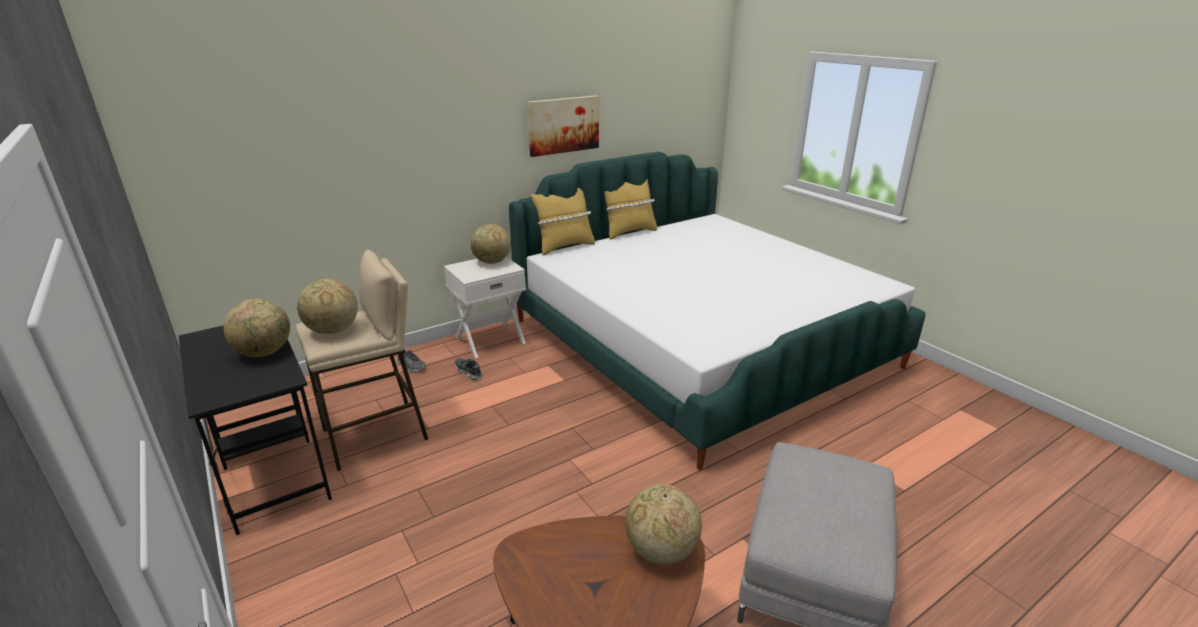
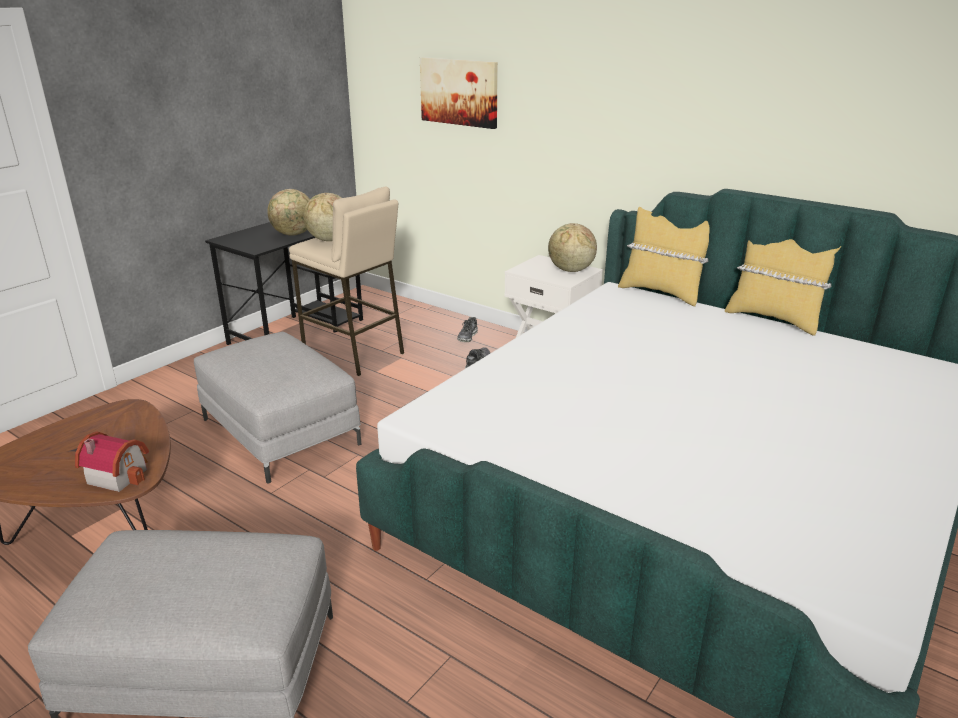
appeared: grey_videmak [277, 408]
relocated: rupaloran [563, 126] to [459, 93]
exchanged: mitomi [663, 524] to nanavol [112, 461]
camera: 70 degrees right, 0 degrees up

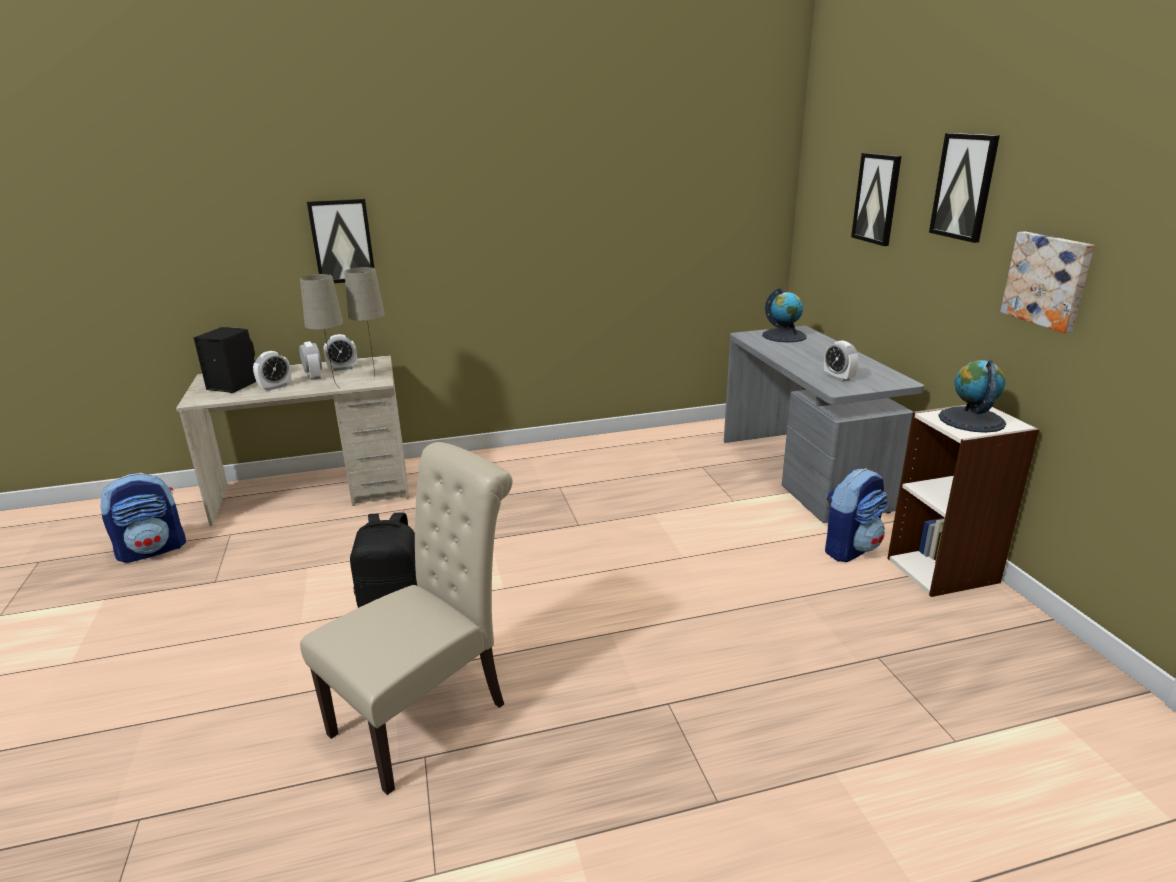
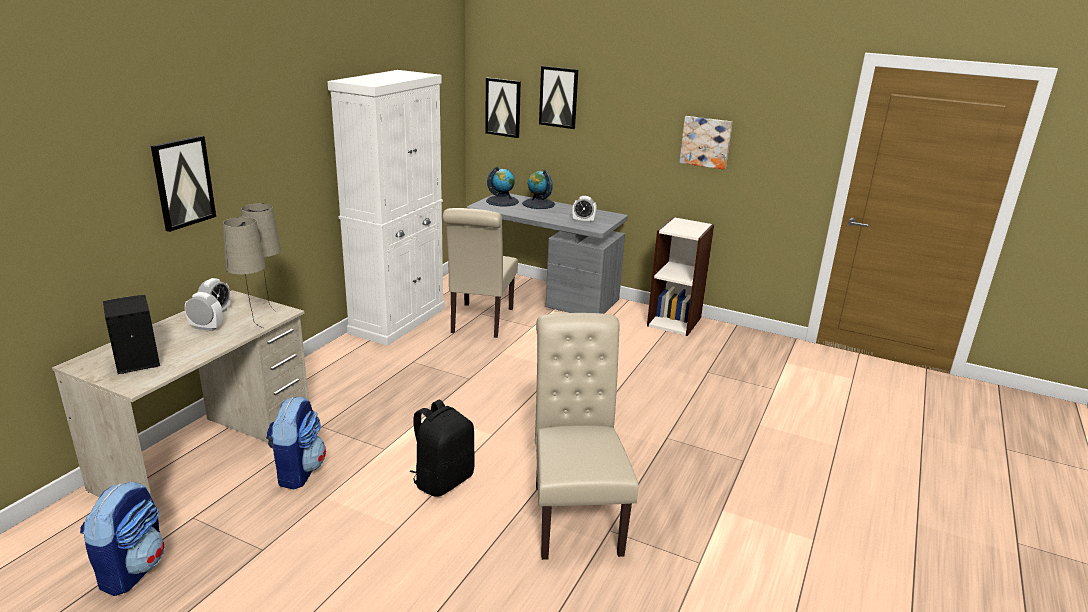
missing: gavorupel [272, 371]
appeared: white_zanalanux [386, 208]; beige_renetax [480, 273]
relocated: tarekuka [856, 515] to [296, 442]; rupaloran [964, 188] to [503, 107]; mitomi [972, 396] to [538, 189]
camera: 50 degrees left, 0 degrees up

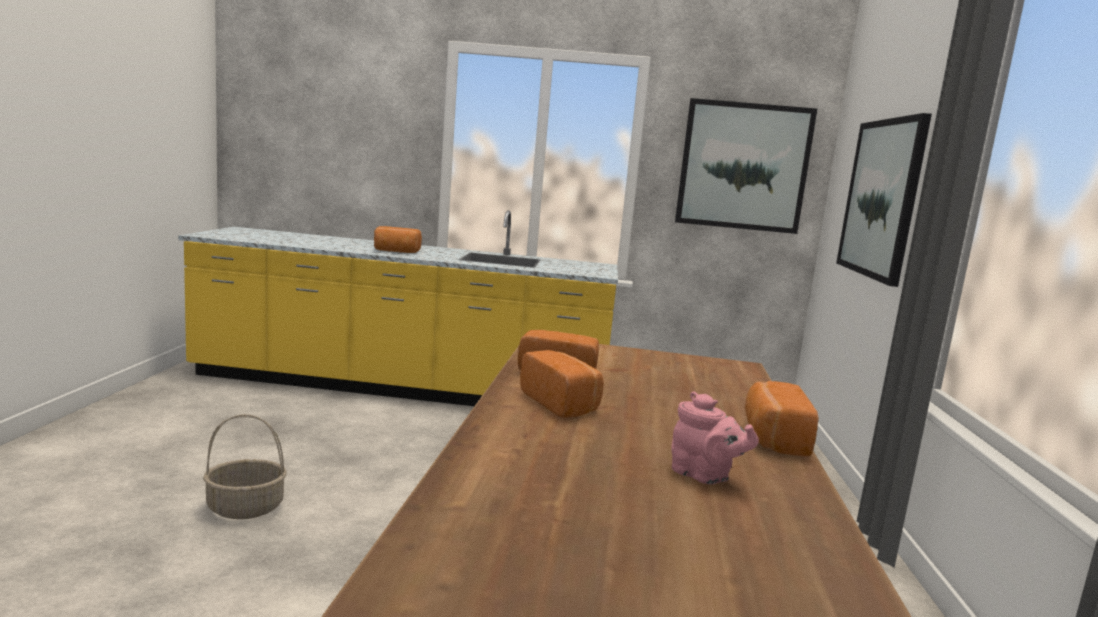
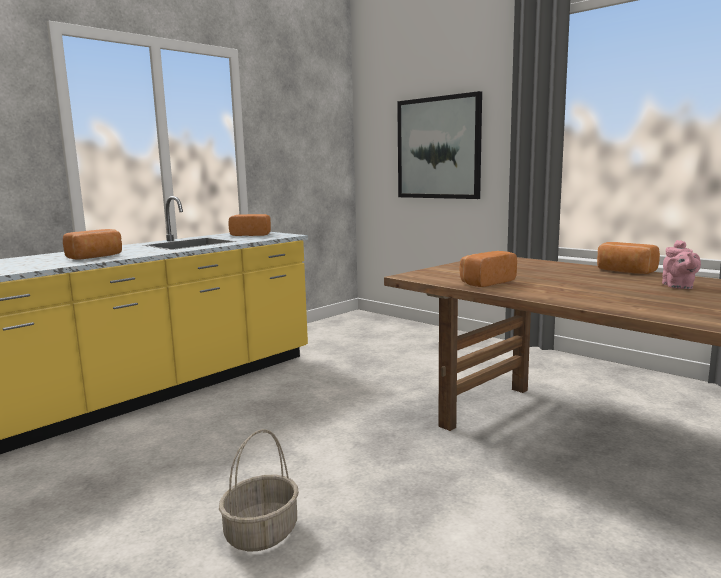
missing: rupaloran [746, 166]
relocated: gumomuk [562, 384] to [249, 225]
spun: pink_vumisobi [715, 438] = [681, 264] 105 degrees clockwise
camera: 50 degrees left, 0 degrees up

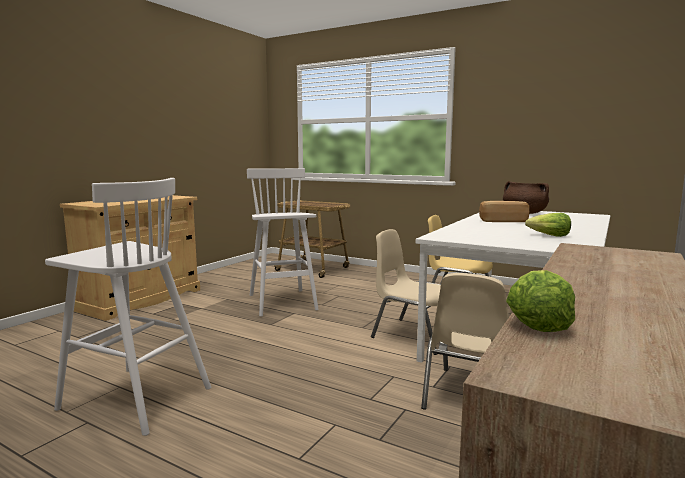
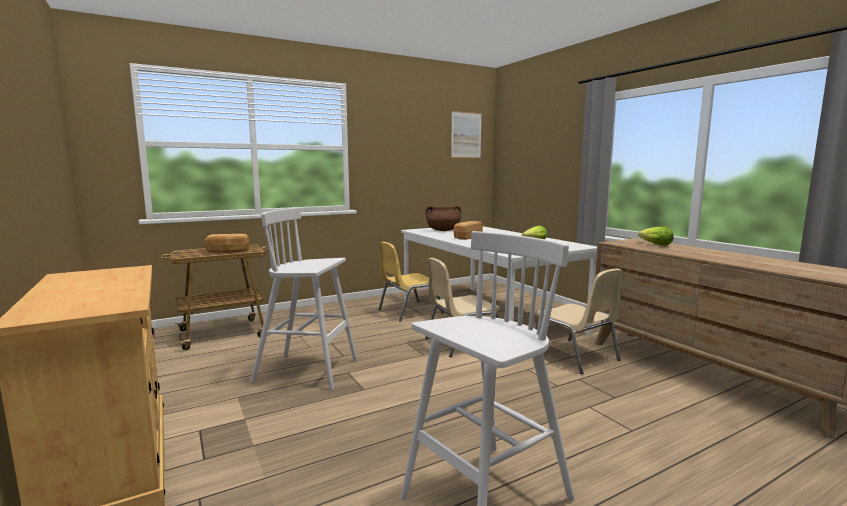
appeared: gumomuk [227, 243]; rupaloran [466, 134]
relocated: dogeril [540, 301] to [656, 236]
camera: 60 degrees left, 0 degrees up

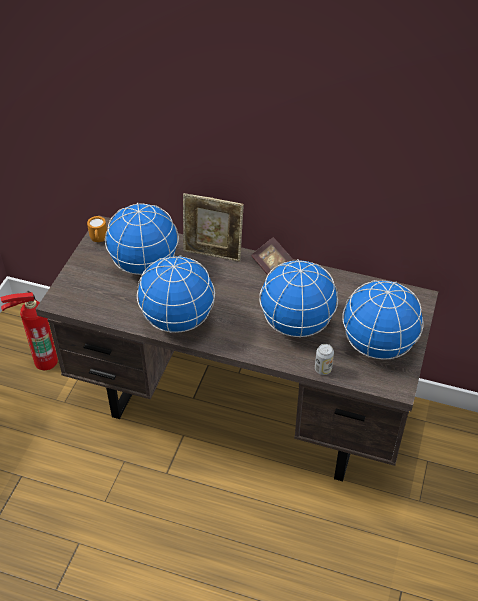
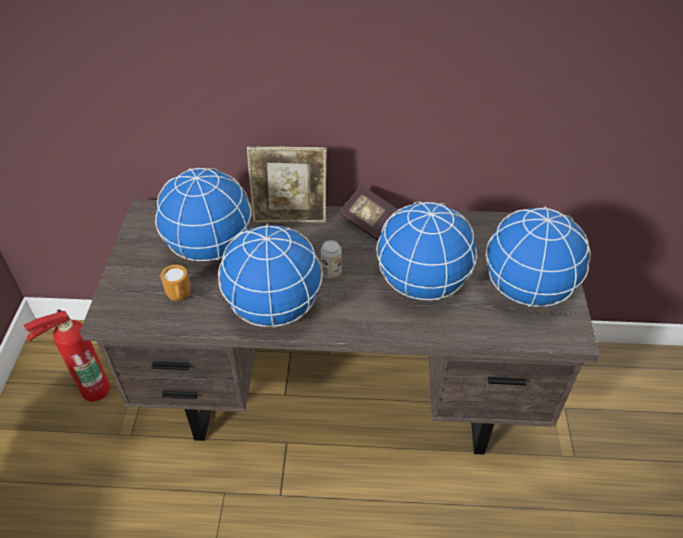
relocated: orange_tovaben [97, 229] to [175, 283]; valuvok [324, 359] to [331, 259]
camera: 15 degrees left, 0 degrees up

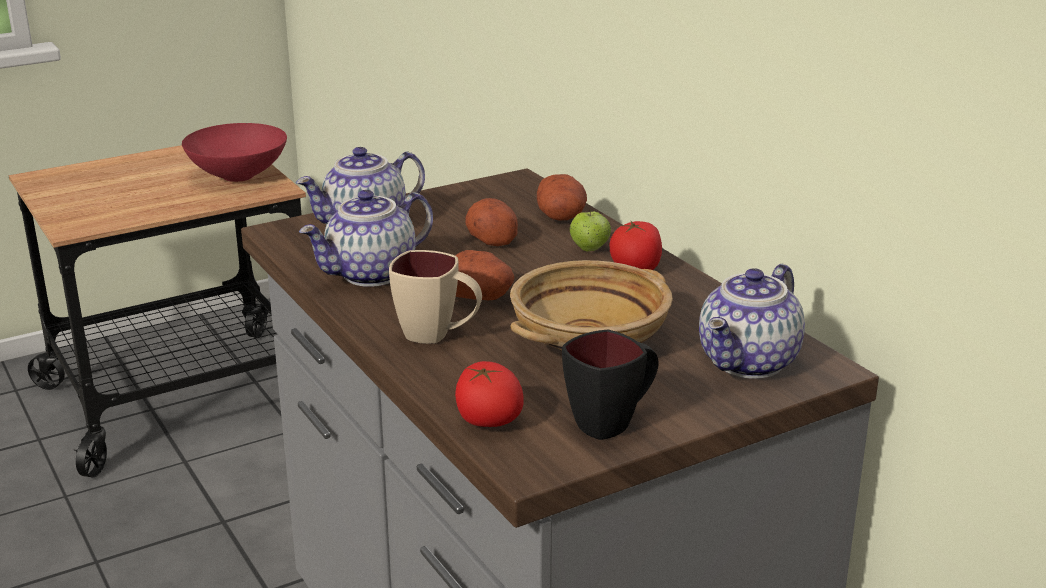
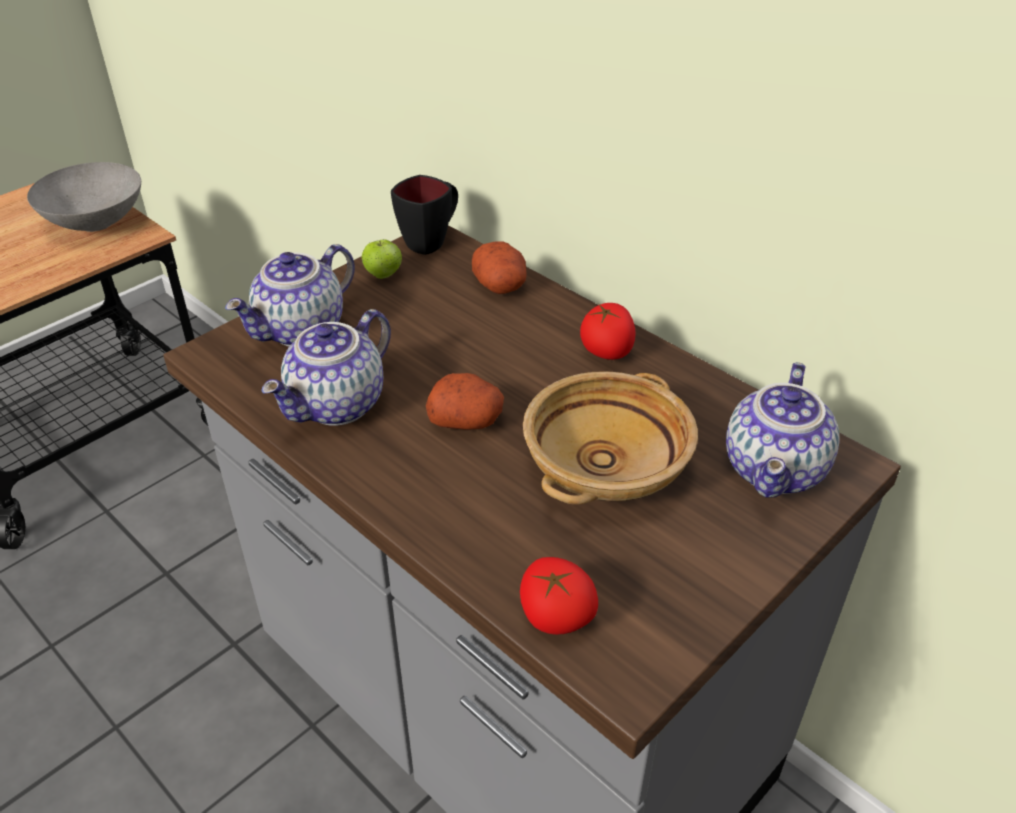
missing: beige_tovaben [435, 297]; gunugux [491, 222]
relocated: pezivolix [590, 231] to [382, 259]; black_tovaben [610, 385] to [424, 215]
colour: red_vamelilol [234, 152] to grey_vamelilol [84, 197]
camera: 15 degrees left, 15 degrees up

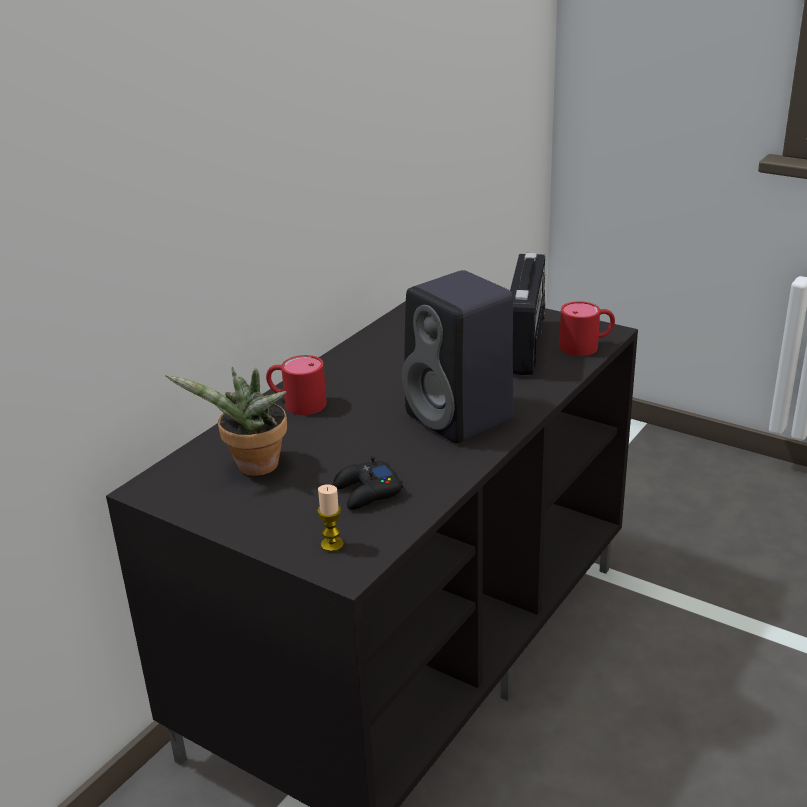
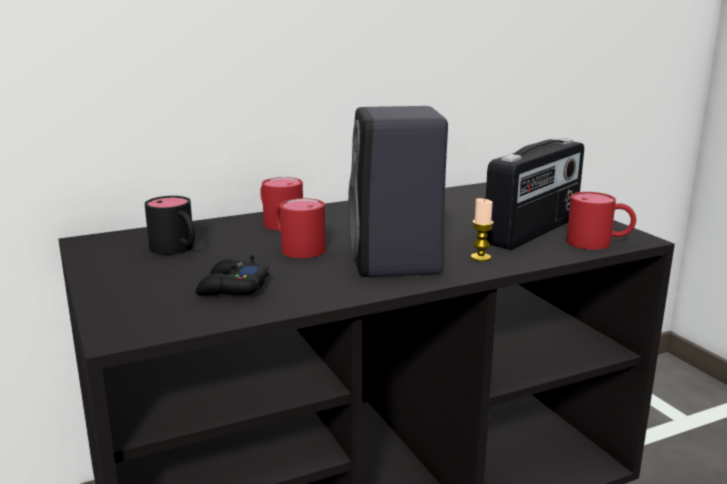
appeared: red_tovaben [300, 228]
relocated: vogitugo [330, 518] to [482, 230]
exchanged: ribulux [226, 421] to black_tovaben [170, 225]
camera: 30 degrees right, 10 degrees down

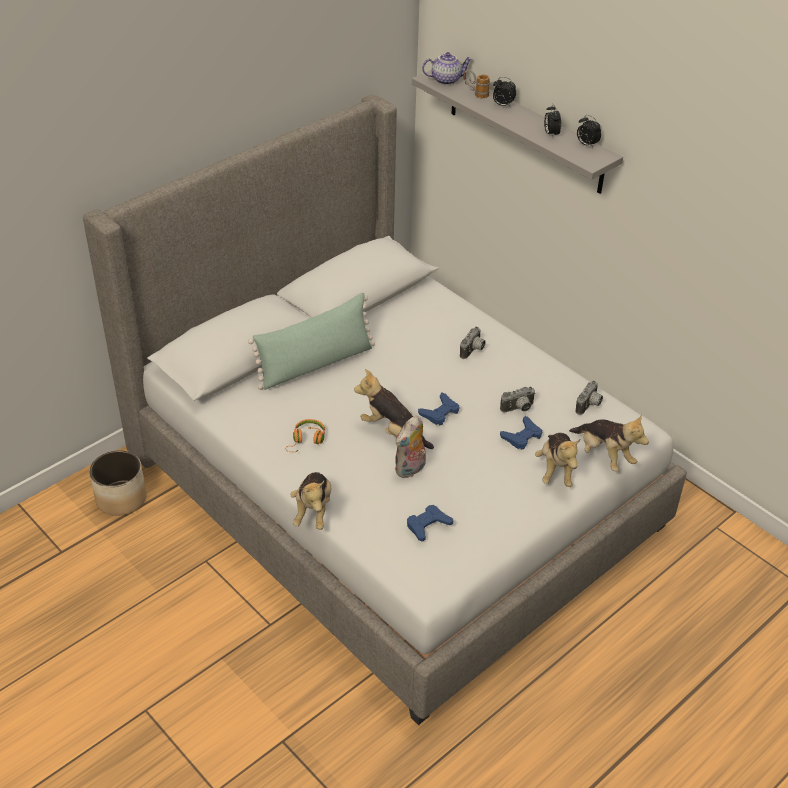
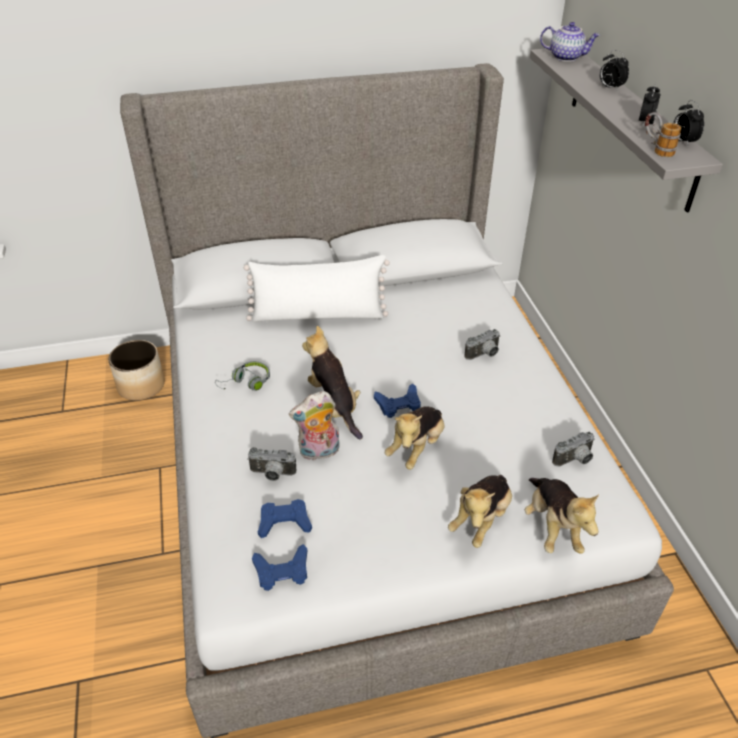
relocated: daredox [518, 399] to [271, 464]; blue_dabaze [521, 433] to [279, 567]; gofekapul [310, 501] to [414, 437]; tovaben [476, 84] to [663, 134]
colour: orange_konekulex [305, 435] to grey_konekulex [242, 376]; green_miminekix [311, 341] to white_miminekix [317, 288]
camera: 30 degrees right, 0 degrees up

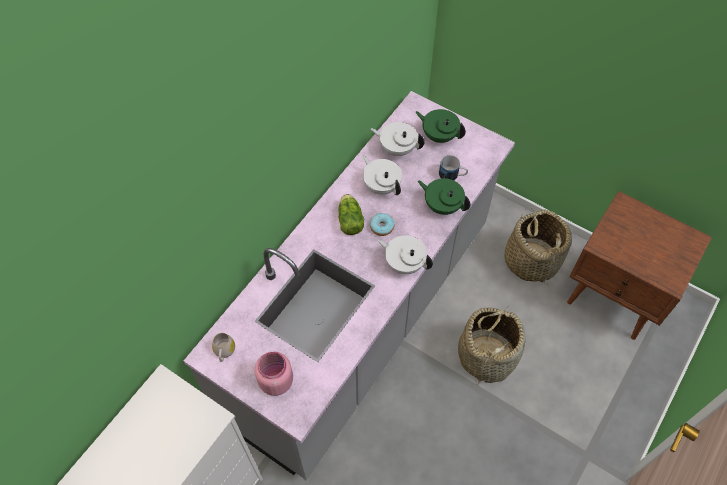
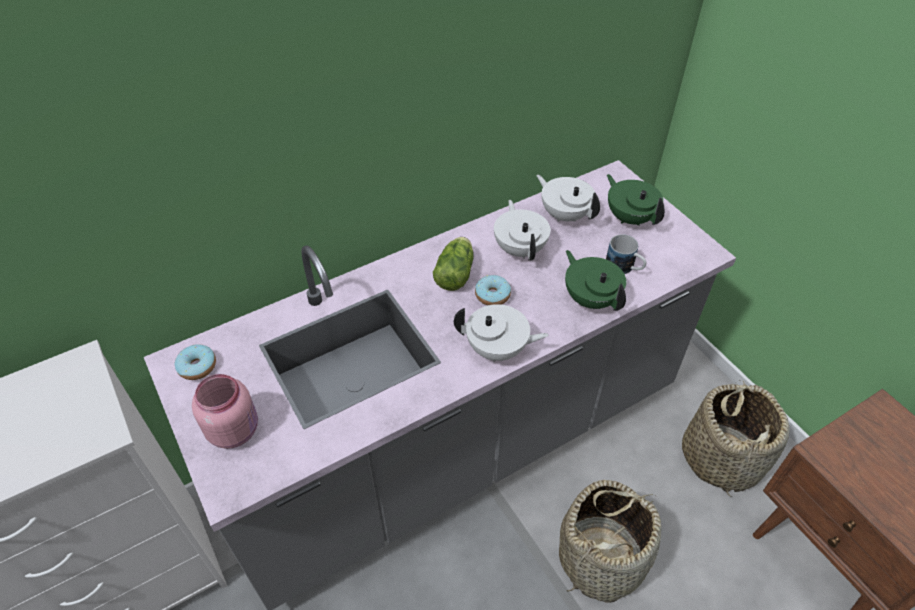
exchanged: white_tovaben [223, 347] to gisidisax [195, 362]
spun: white_vumisobi [405, 254] = [501, 333] 135 degrees clockwise
camera: 25 degrees right, 10 degrees down

